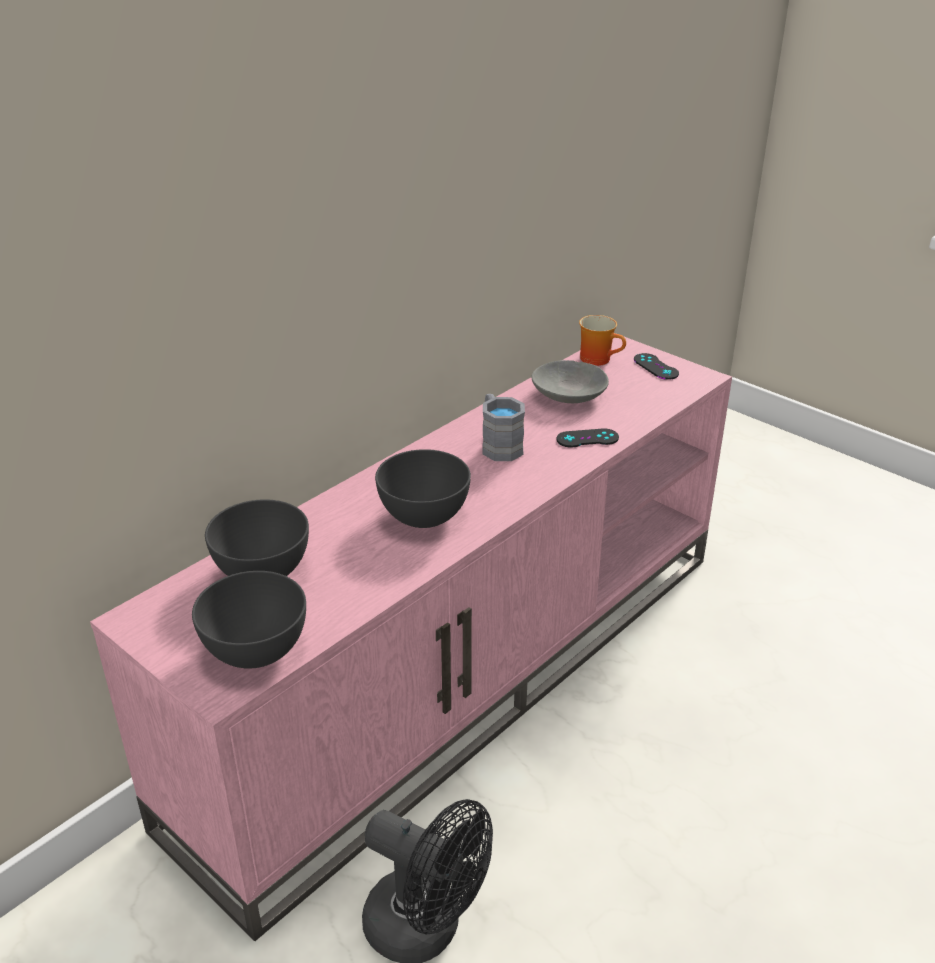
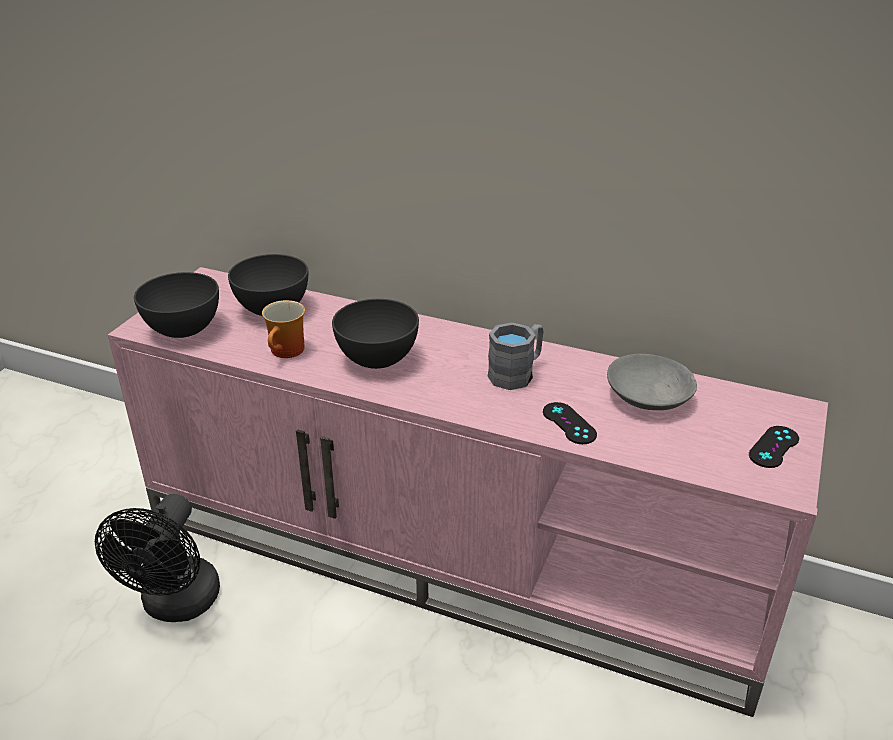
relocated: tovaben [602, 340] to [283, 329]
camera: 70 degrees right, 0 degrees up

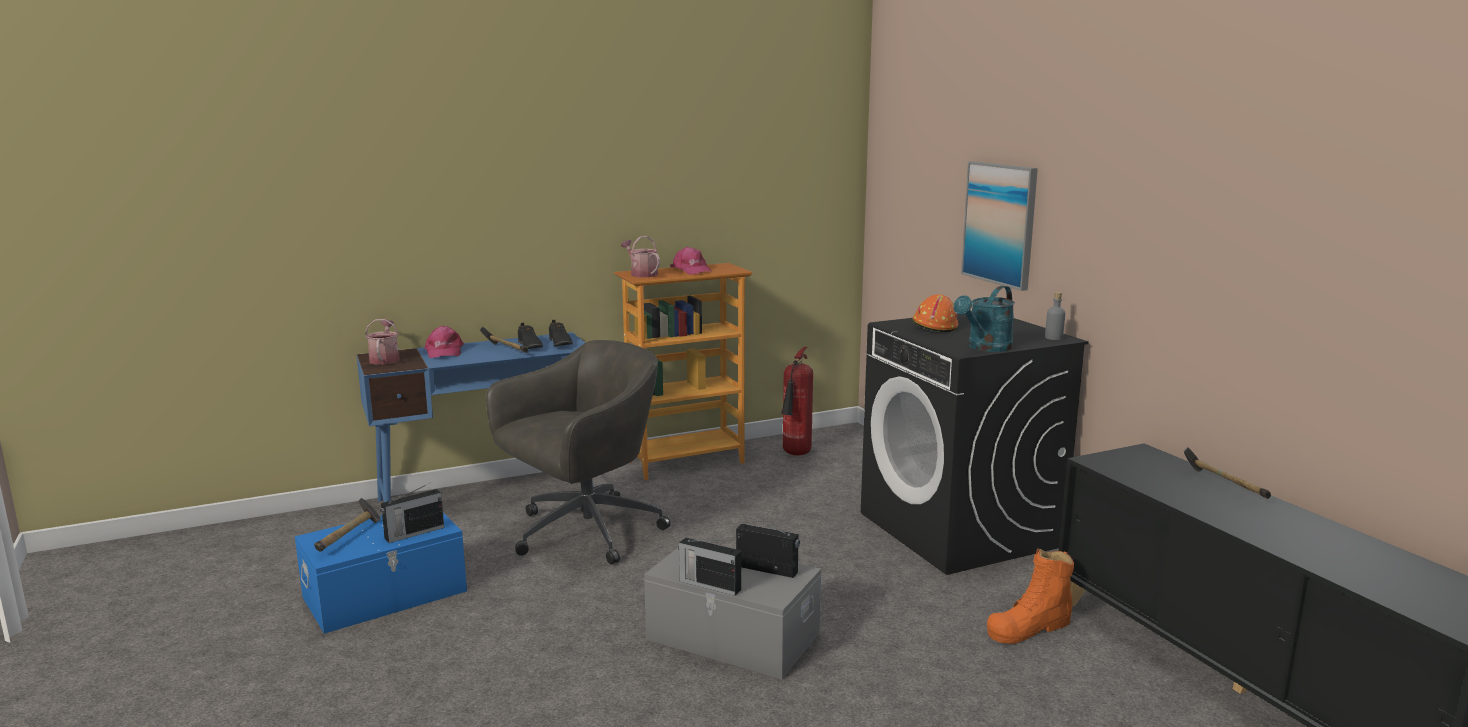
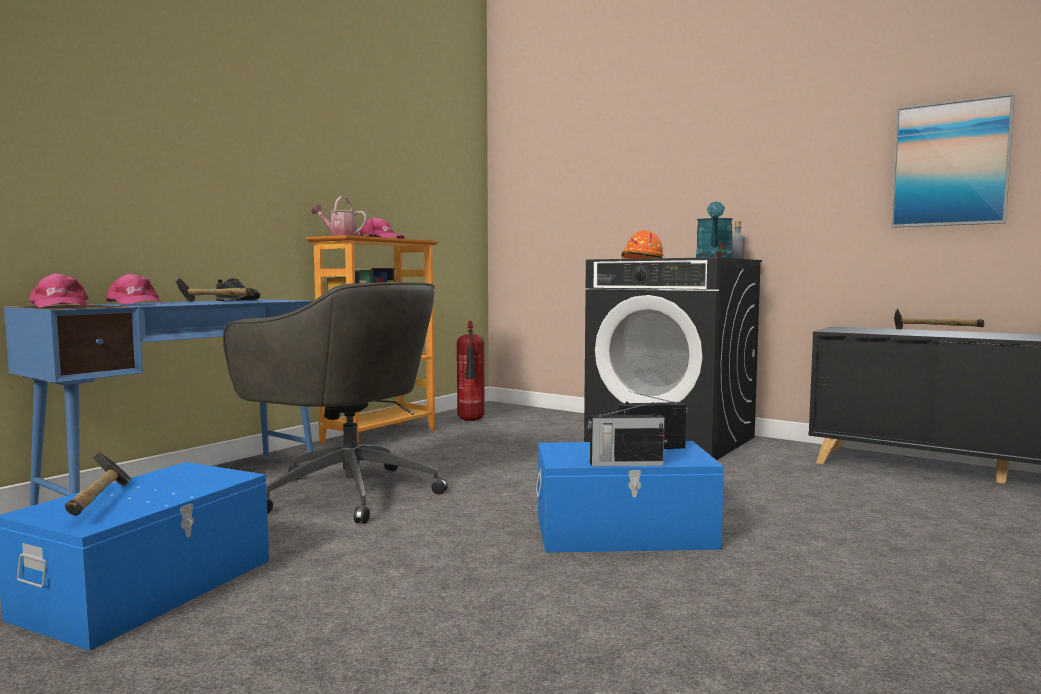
missing: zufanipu [412, 512]; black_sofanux [561, 333]; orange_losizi [1030, 596]
relocated: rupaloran [999, 226] to [952, 160]
exchanged: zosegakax [382, 342] to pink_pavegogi [58, 290]
colour: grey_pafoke [732, 608] to blue_pafoke [630, 497]
spun: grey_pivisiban [578, 452] = [335, 403] 105 degrees clockwise
camera: 30 degrees left, 10 degrees down

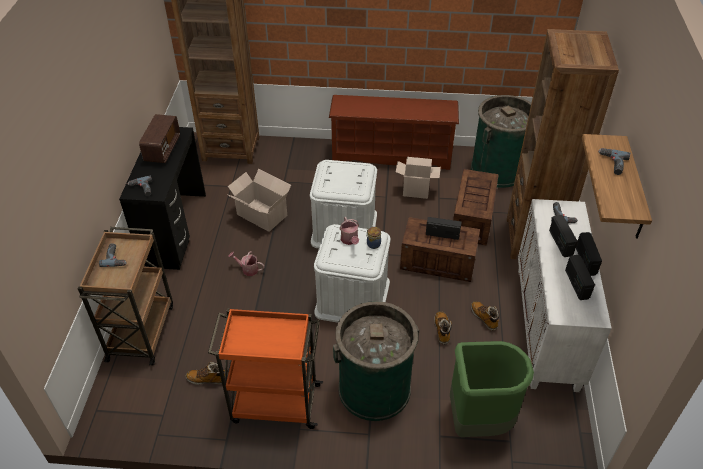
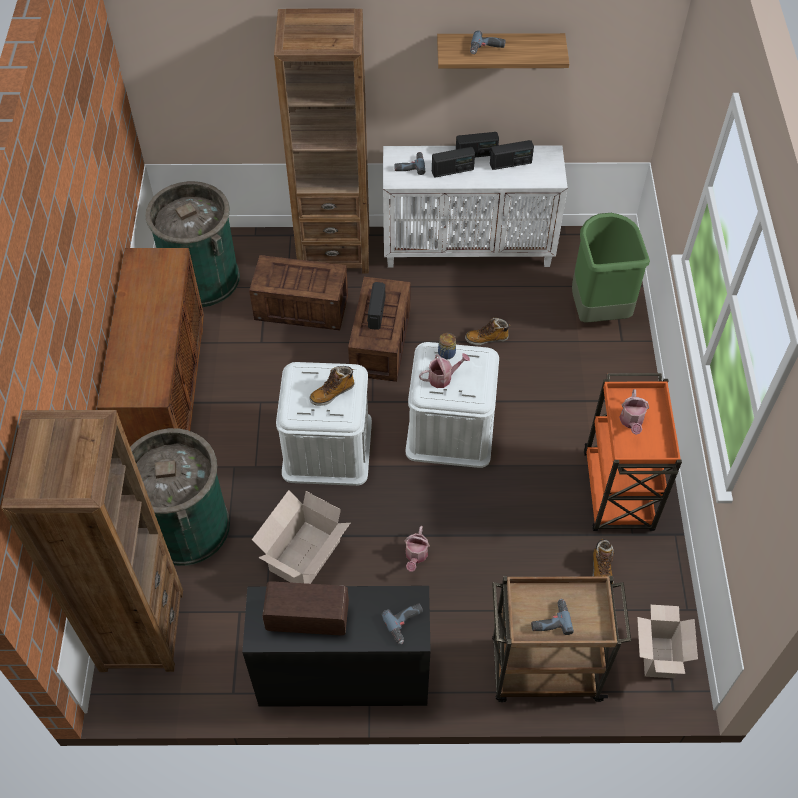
appeared: zosegakax [634, 412]
relocated: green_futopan [376, 361] to [180, 497]; losizi [485, 316] to [332, 386]; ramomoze [418, 178] to [667, 641]
exchanged: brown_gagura [394, 132] to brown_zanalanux [150, 347]
camera: 95 degrees left, 10 degrees up

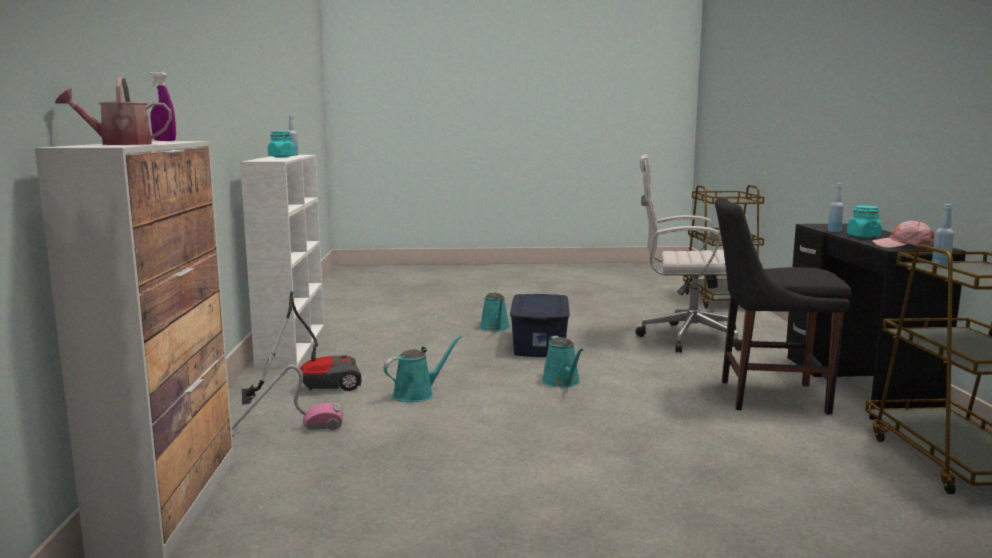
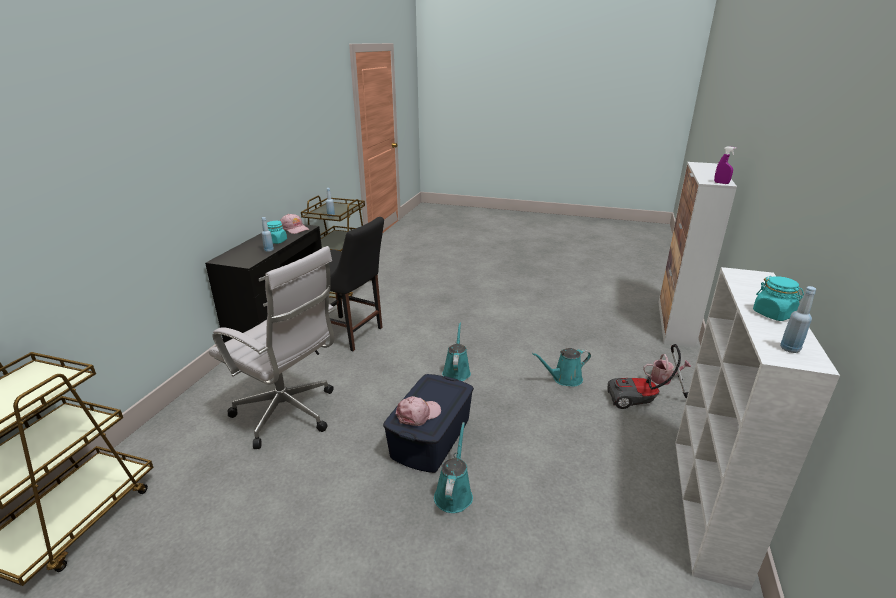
missing: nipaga [287, 401]
appeared: pink_pavegogi [418, 411]
relocated: zosegakax [113, 111] to [667, 369]
camera: 160 degrees left, 15 degrees up

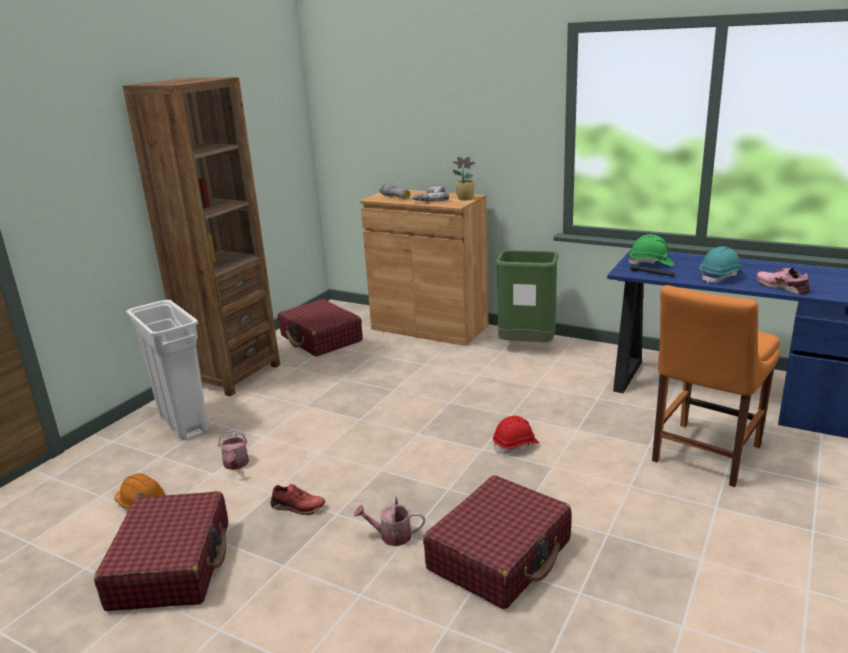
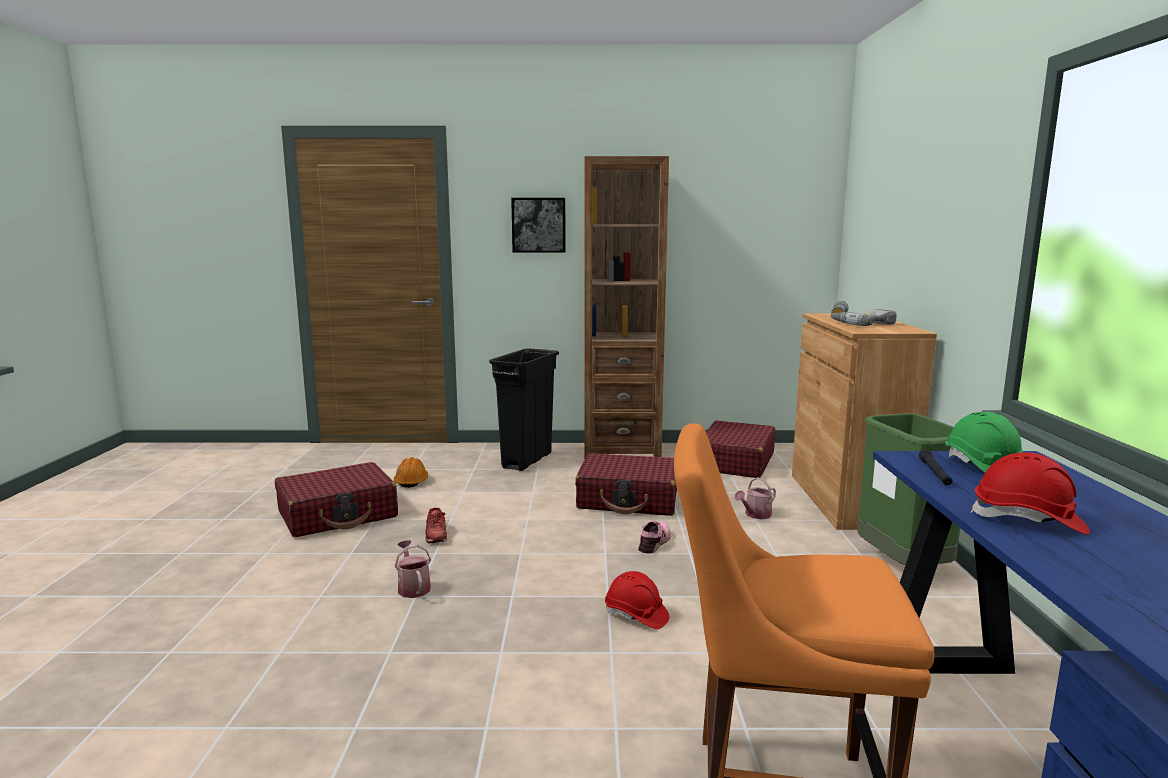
missing: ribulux [464, 178]
appeared: rupaloran [538, 225]
relocated: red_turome [497, 542] to [626, 484]; pink_sofanux [783, 281] to [654, 537]; zosegakax [233, 450] to [755, 498]
colour: white_futopan [167, 370] to black_futopan [524, 410]; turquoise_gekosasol [722, 264] to red_gekosasol [1030, 493]
camera: 60 degrees right, 10 degrees down

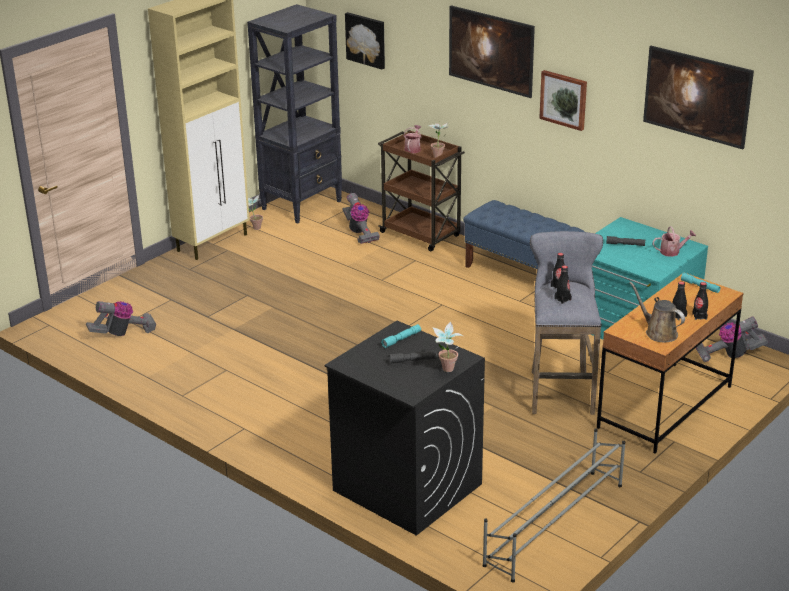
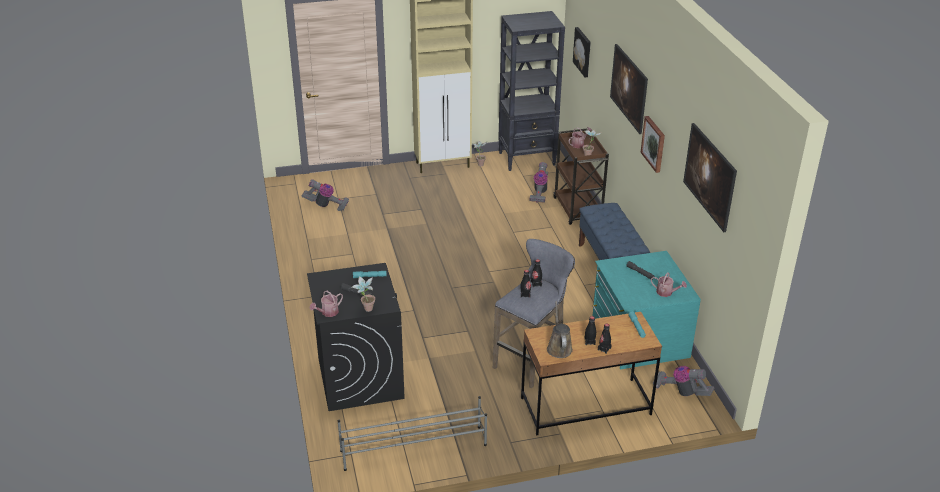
appeared: zosegakax [326, 304]
camera: 35 degrees right, 5 degrees up

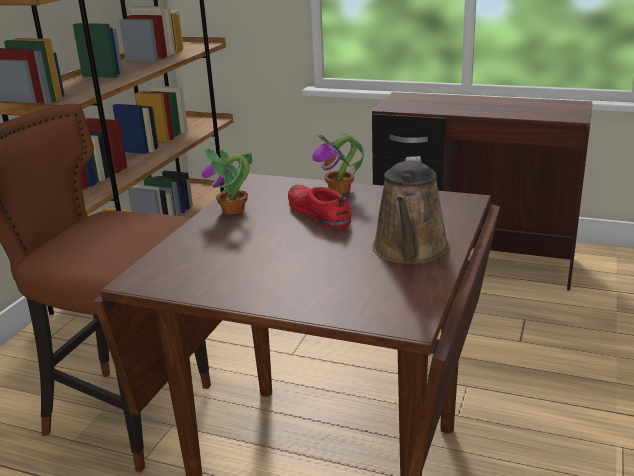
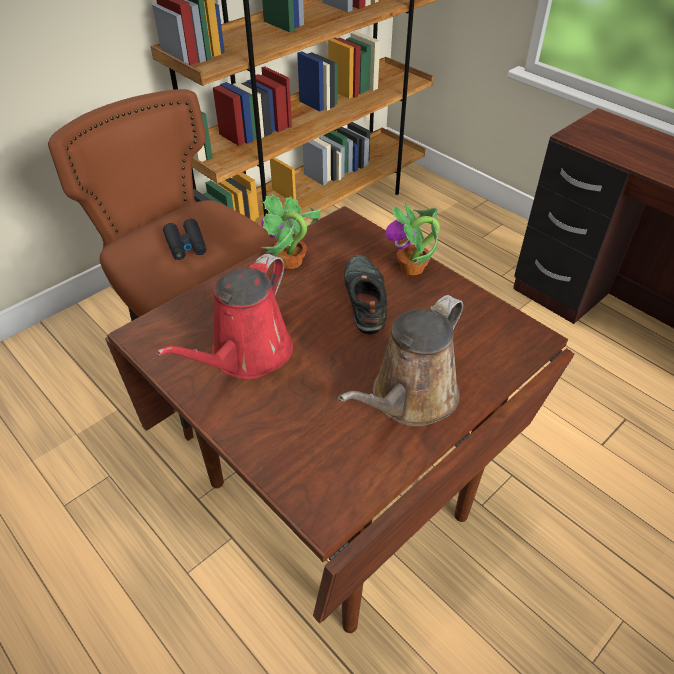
appeared: red_zosegakax [224, 316]; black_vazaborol [184, 239]
colour: red_sofanux [319, 207] to black_sofanux [365, 294]
camera: 25 degrees right, 20 degrees up

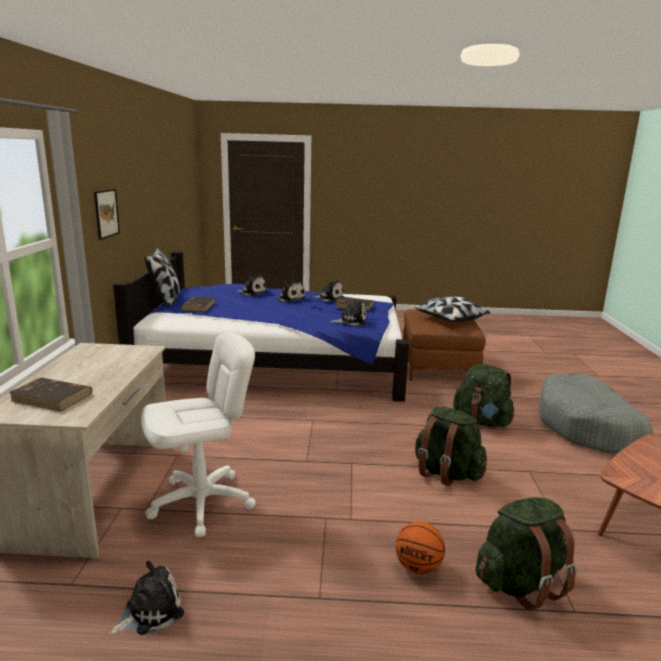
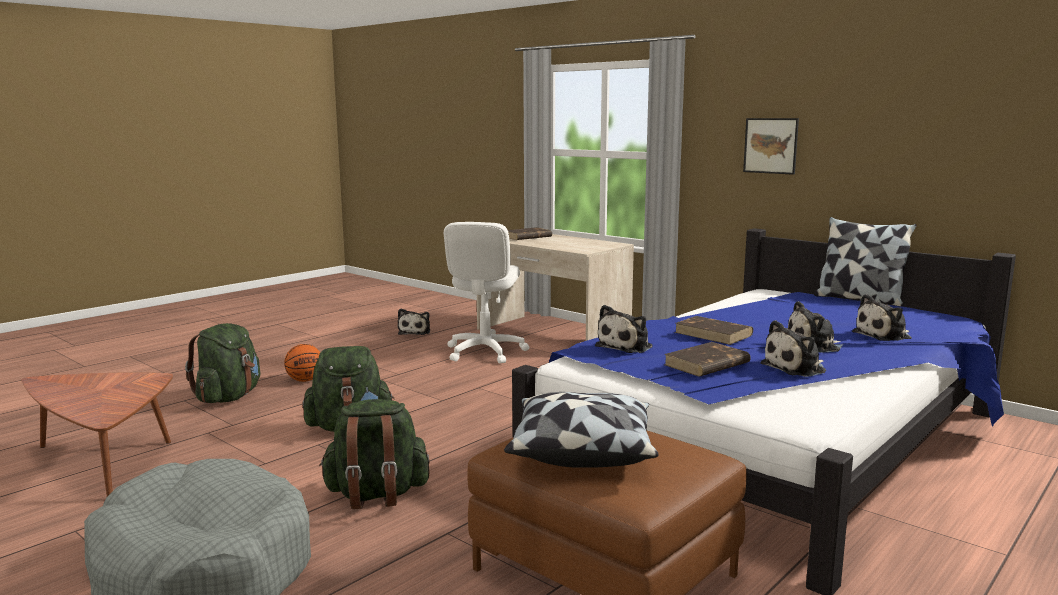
relocated: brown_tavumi [198, 304] to [713, 330]
camera: 130 degrees right, 5 degrees down

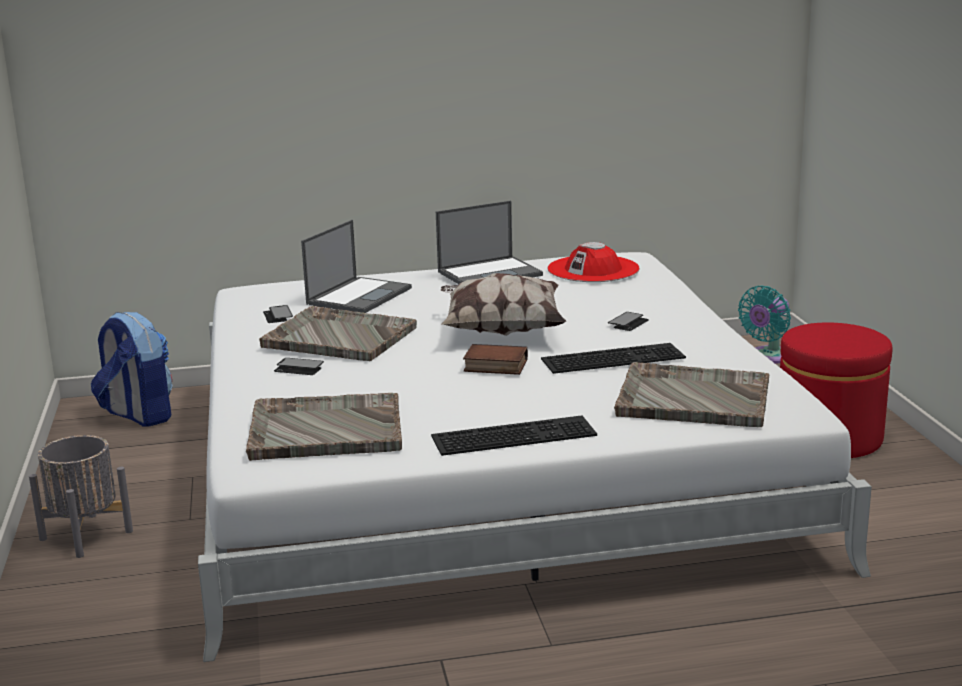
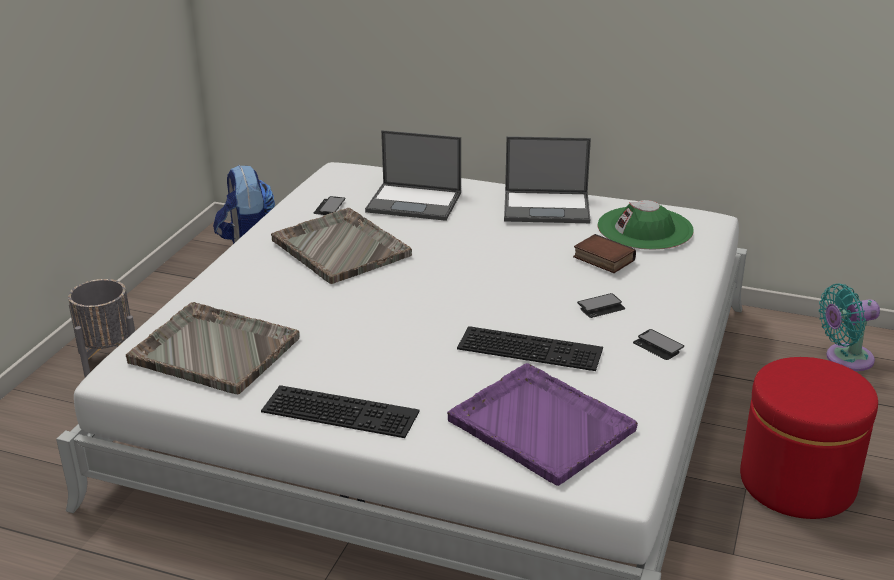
missing: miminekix [504, 304]
relocated: tavumi [495, 359] to [604, 253]; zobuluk [299, 366] to [658, 344]
colour: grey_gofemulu [691, 394] to purple_gofemulu [542, 424]; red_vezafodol [593, 262] to green_vezafodol [646, 225]
spun: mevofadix [356, 266] = [413, 175] 45 degrees clockwise
camera: 30 degrees right, 10 degrees up

